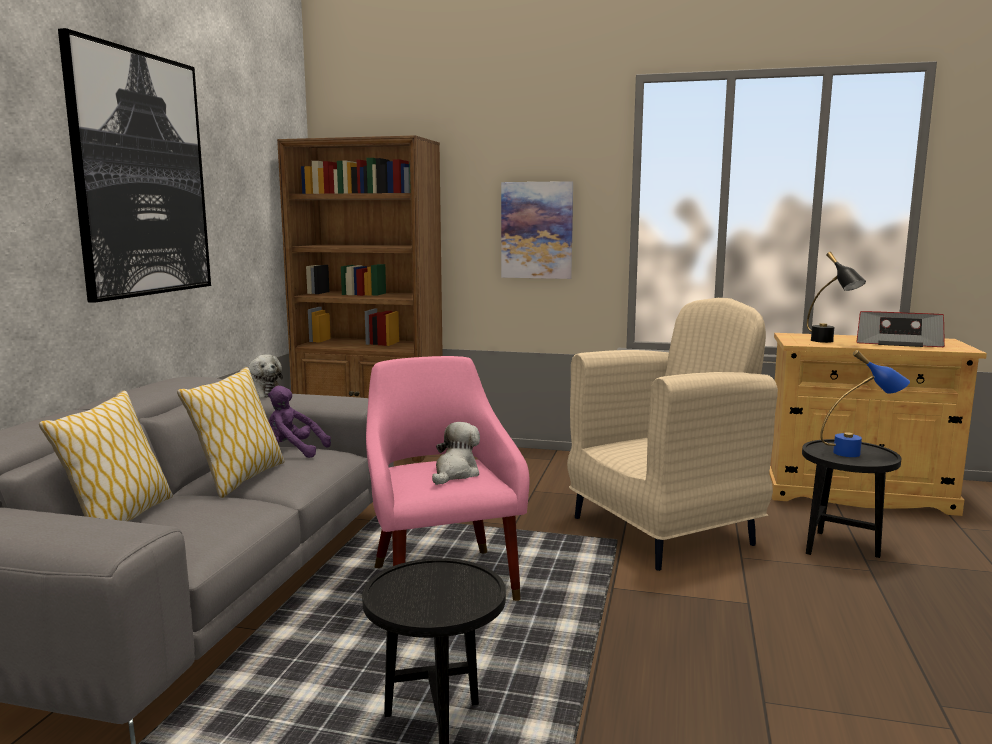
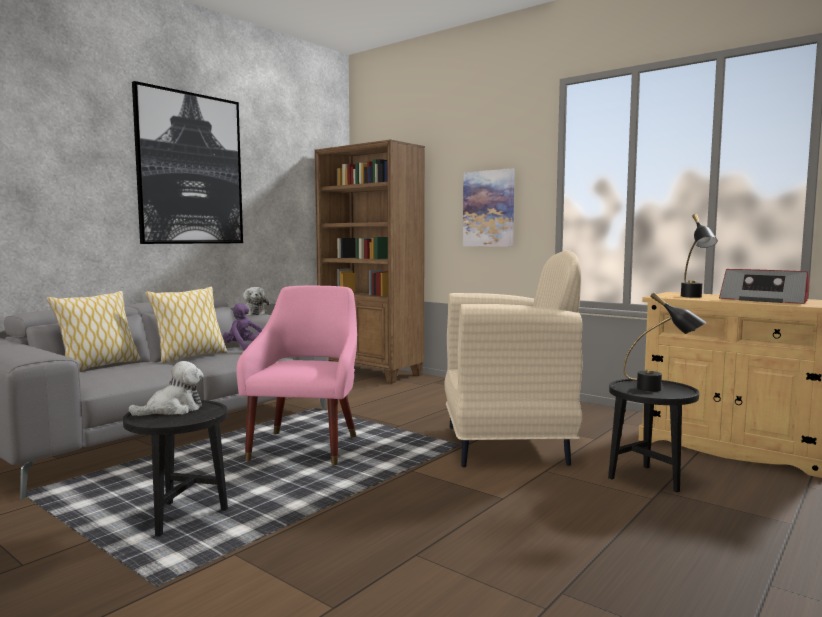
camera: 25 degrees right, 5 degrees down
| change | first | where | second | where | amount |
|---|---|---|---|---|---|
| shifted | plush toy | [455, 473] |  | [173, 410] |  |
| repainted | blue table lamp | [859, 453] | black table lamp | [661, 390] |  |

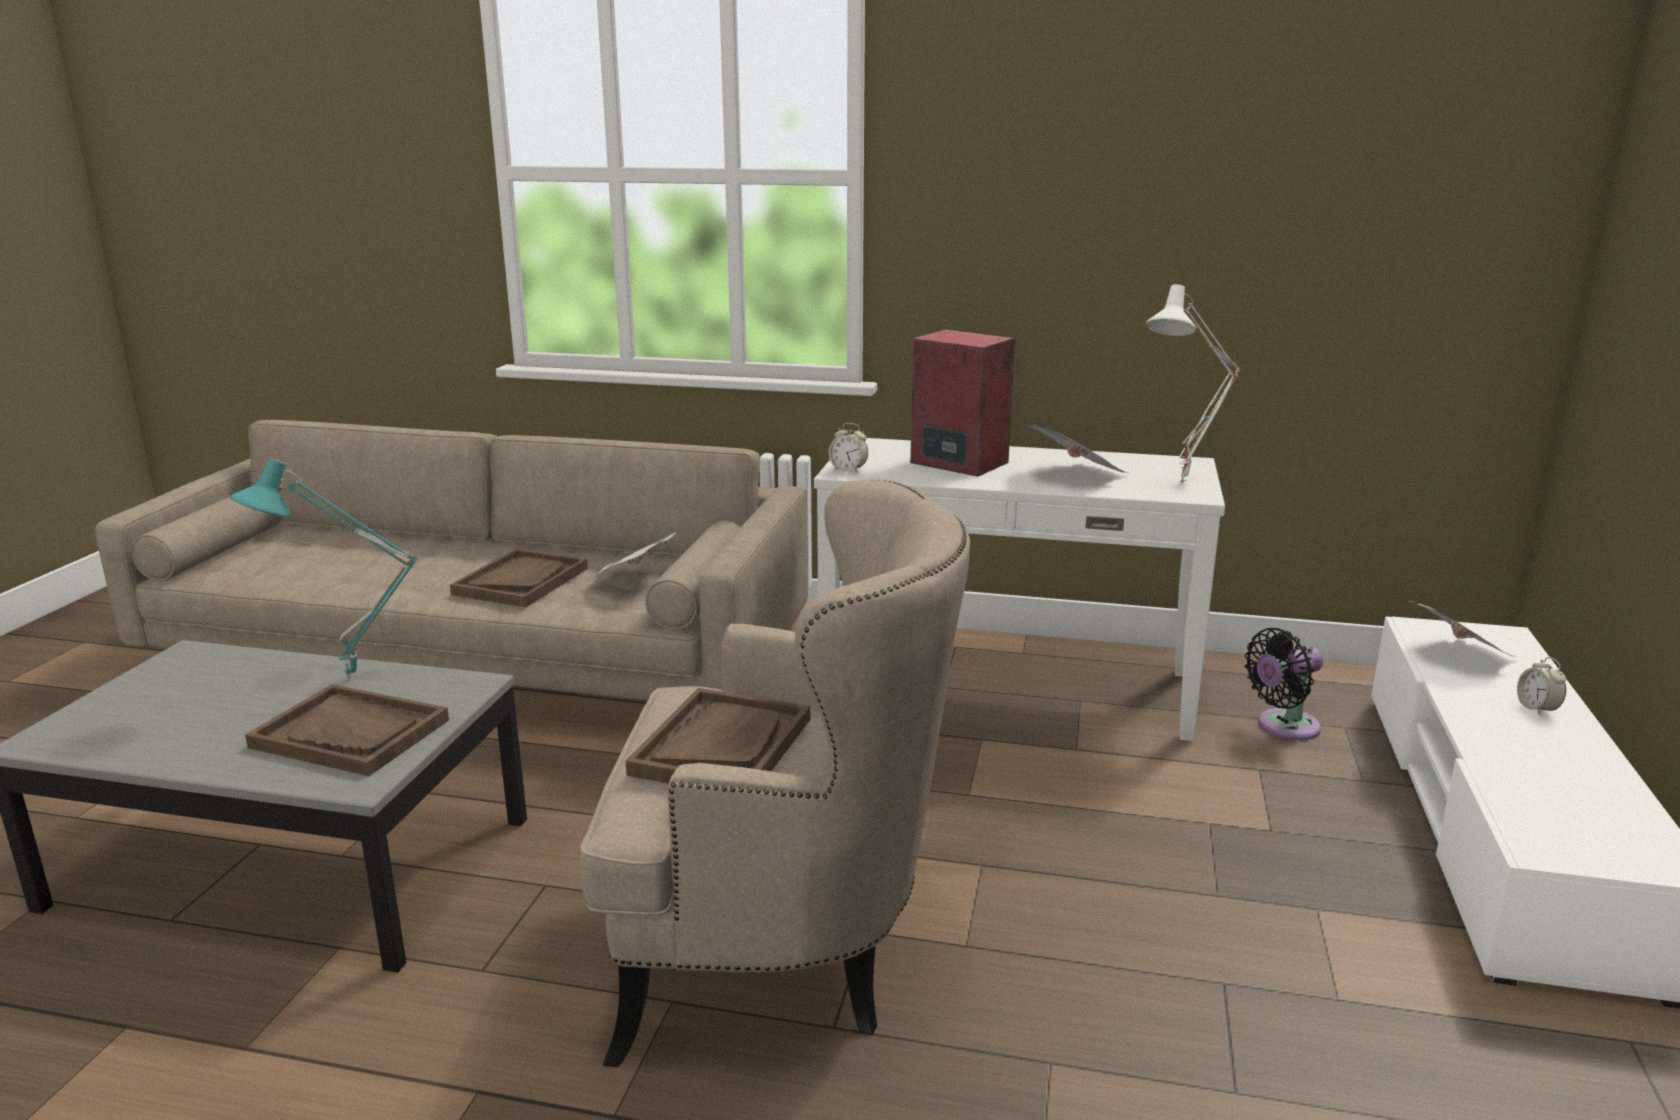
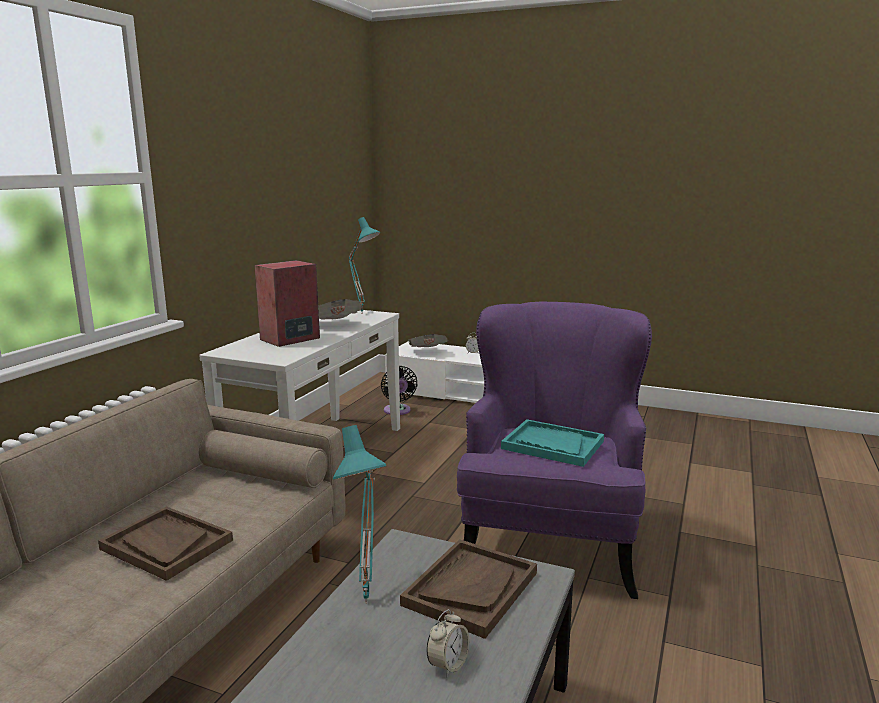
camera: 80 degrees left, 5 degrees down
| change | first | where | second | where | amount |
|---|---|---|---|---|---|
| repainted | white table lamp | [1186, 482] | turquoise table lamp | [363, 313] |  |
| shifted | alarm clock | [848, 470] |  | [448, 665] |  |
| repainted | beige armchair | [782, 952] | purple armchair | [549, 544] |  |
| repainted | brown tray | [722, 746] | turquoise tray | [552, 445] |  |
| gone | newspaper | [633, 580] |  |  |  |

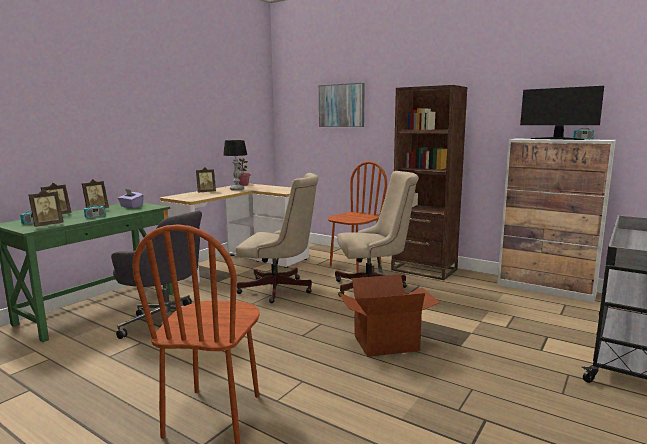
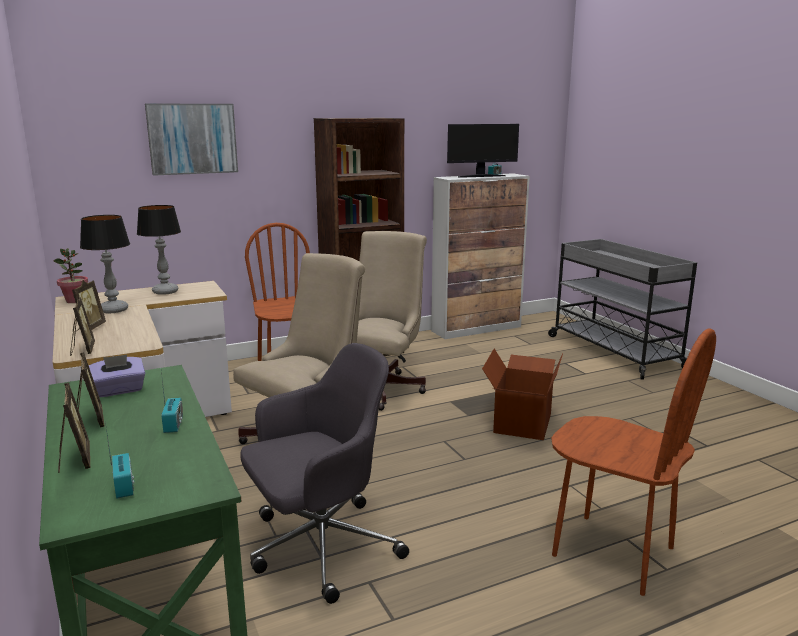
camera: 60 degrees left, 5 degrees up
| change | first | where | second | where | amount |
|---|---|---|---|---|---|
| shifted | picture frame | [47, 225] |  | [83, 350] |  |
| new |  |  | table lamp | [166, 292] |  |

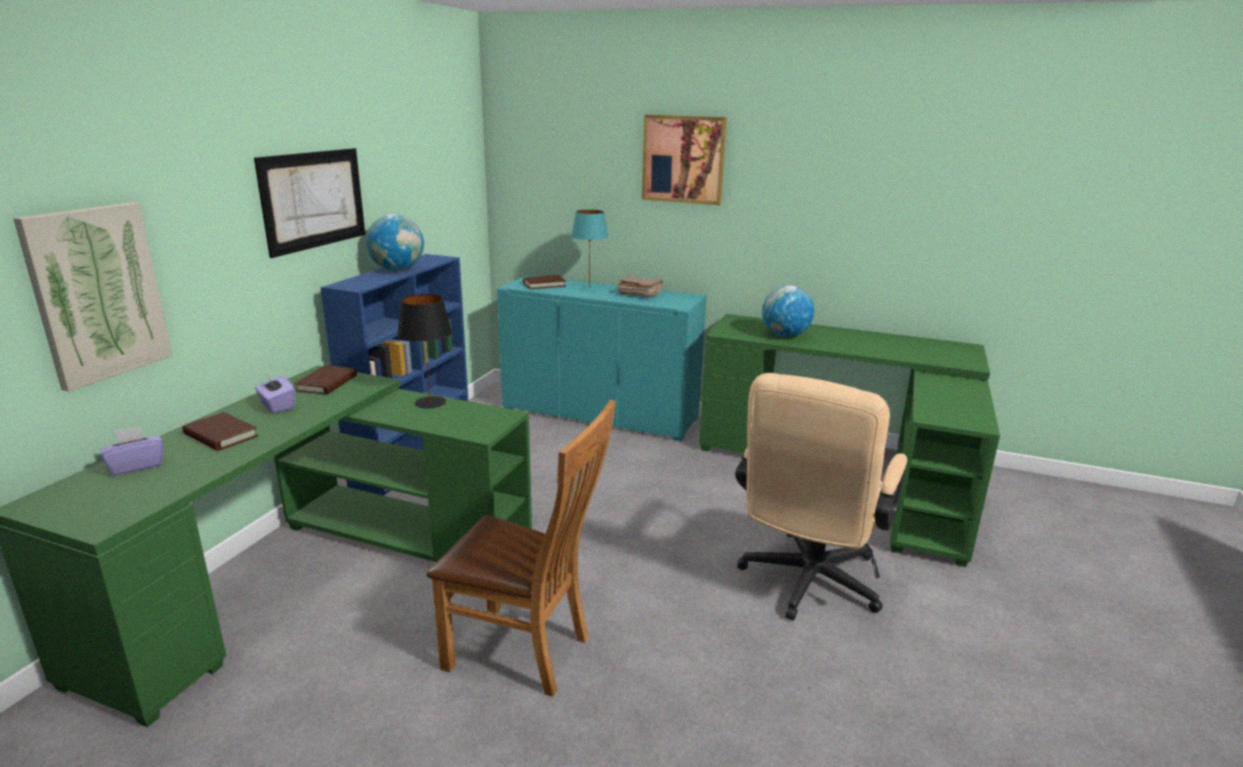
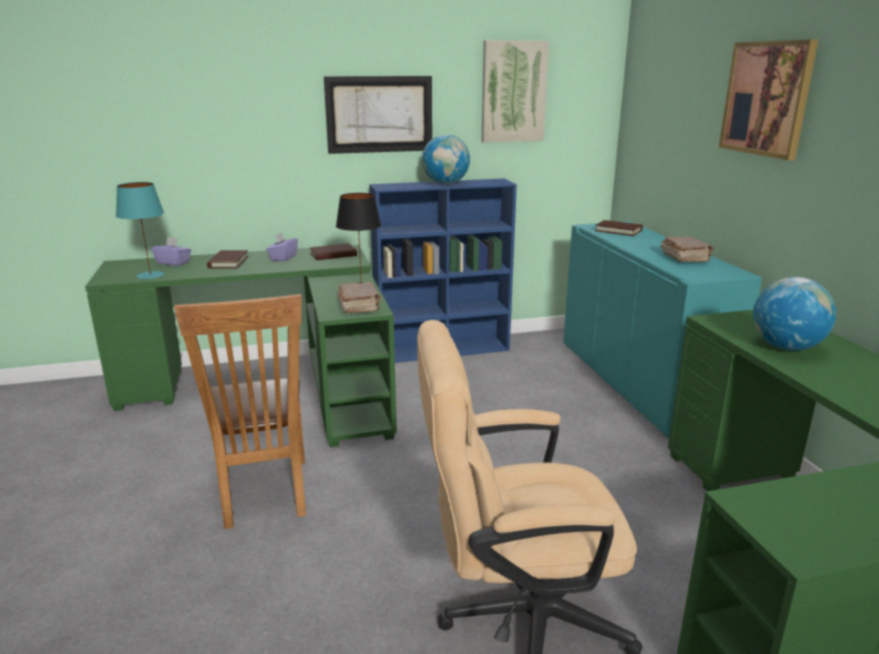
camera: 55 degrees right, 0 degrees up
| change | first | where | second | where | amount |
|---|---|---|---|---|---|
| shifted | turquoise table lamp | [589, 288] |  | [150, 275] |  |
| new |  |  | brown book | [359, 306] |  |
| shifted | picture | [97, 293] |  | [513, 92] |  |

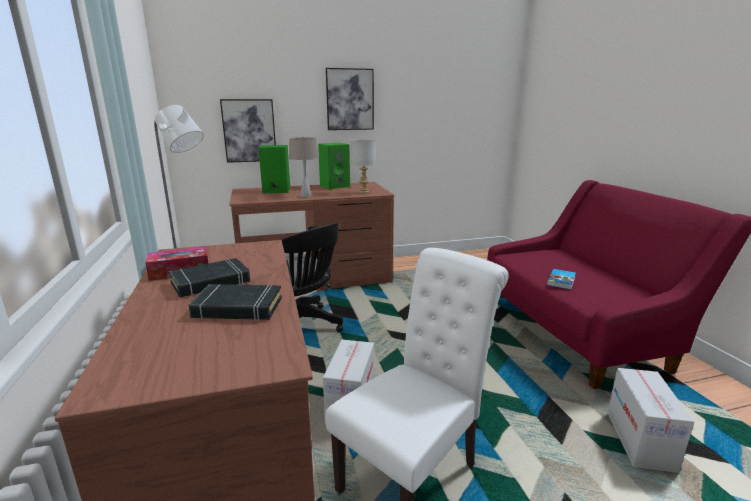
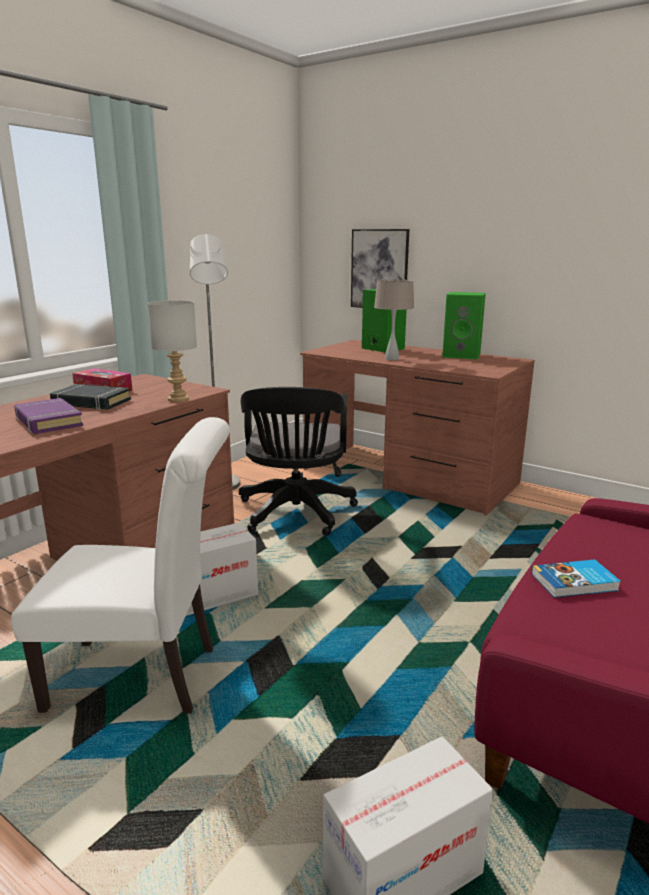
camera: 50 degrees right, 0 degrees up
| change | first | where | second | where | amount |
|---|---|---|---|---|---|
| repainted | black book | [238, 308] | purple book | [48, 421] |  |
| shifted | grey table lamp | [364, 192] |  | [178, 399] |  |
| gone | picture | [350, 99] |  |  |  |

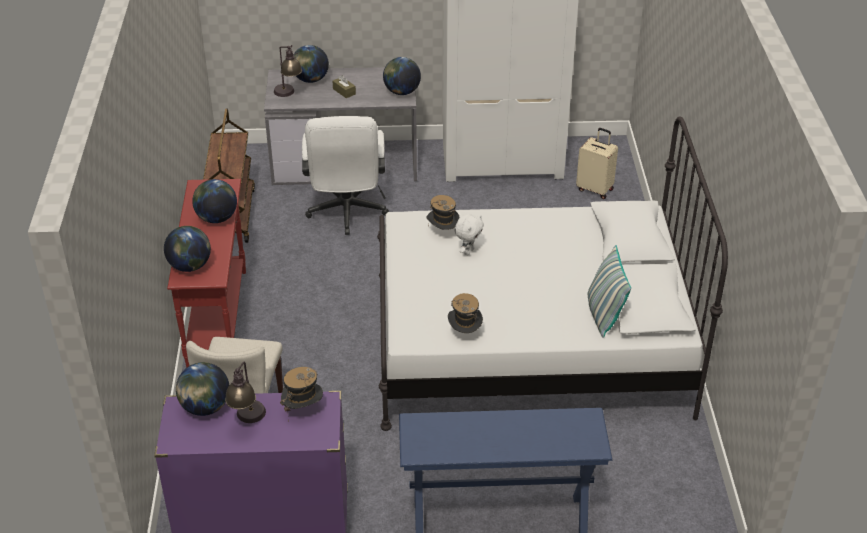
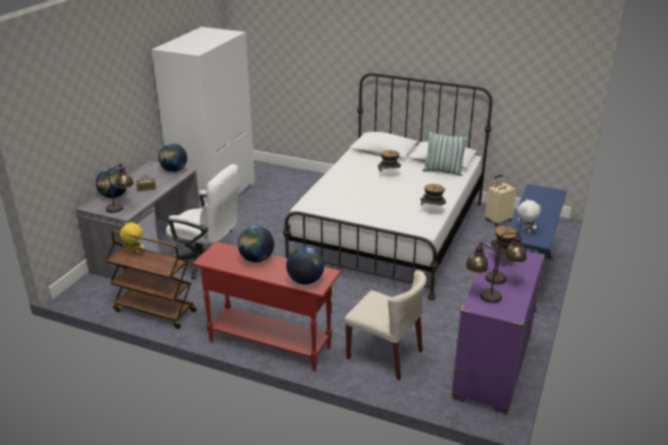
camera: 65 degrees left, 10 degrees down
| change | first | where | second | where | amount |
|---|---|---|---|---|---|
| new |  |  | yellow plush toy | [134, 252] |  |
| shifted | hat | [442, 232] |  | [389, 175] |  |
| swapped | globe | [205, 407] | table lamp | [482, 295] |  |
| shifted | beige suitcase | [595, 189] |  | [497, 220] |  |
| shifted | white plush toy | [468, 251] |  | [525, 230] |  |

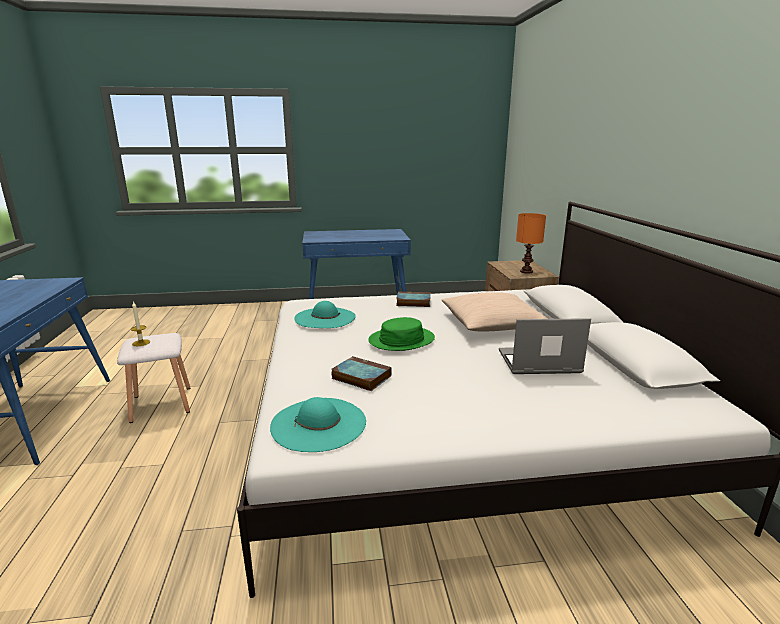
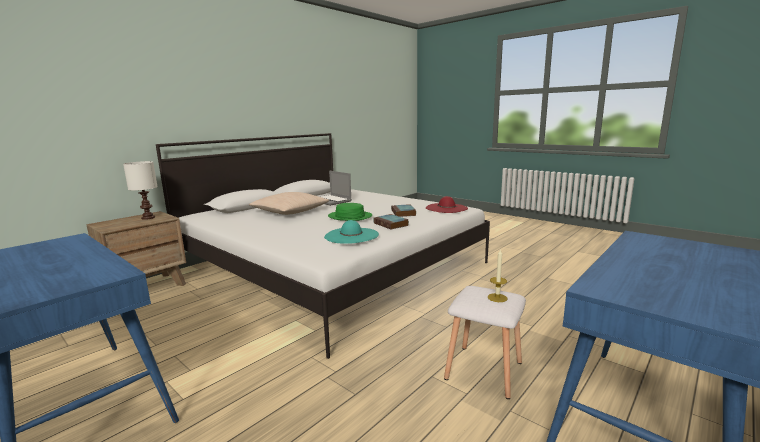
camera: 130 degrees left, 5 degrees down
| change | first | where | second | where | amount |
|---|---|---|---|---|---|
| repainted | orange table lamp | [526, 272] | white table lamp | [149, 218] |  |
| shifted | book | [412, 302] |  | [391, 224] |  |
| repainted | turquoise hat | [318, 423] | red hat | [446, 208] |  |

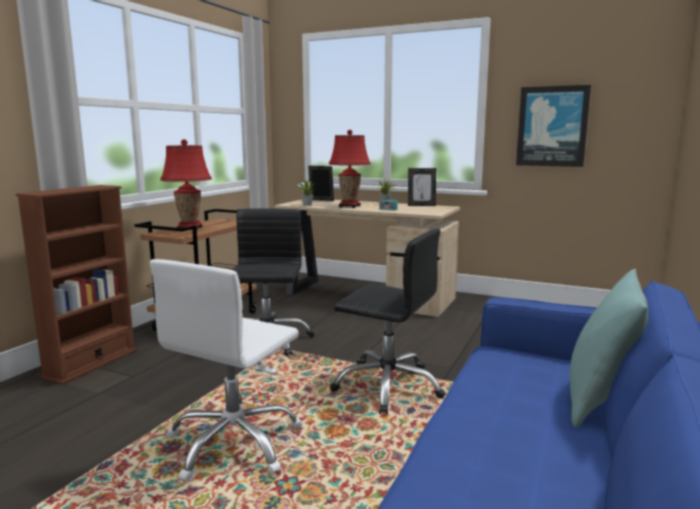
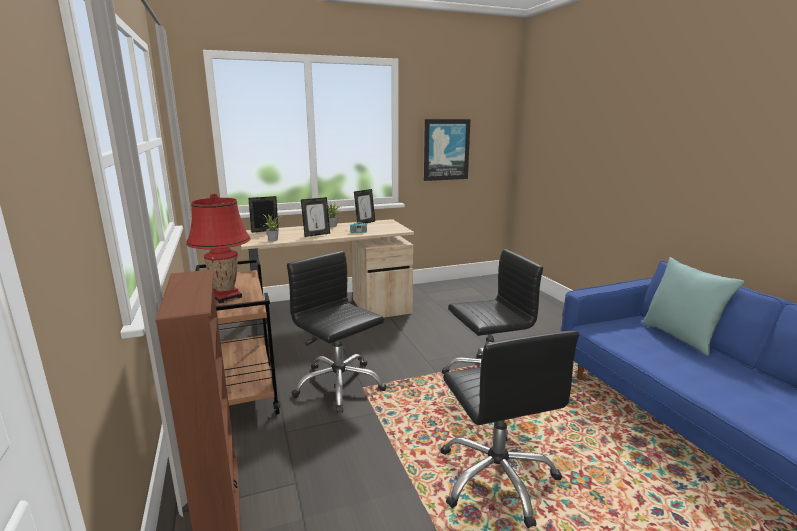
camera: 45 degrees left, 5 degrees up
| change | first | where | second | where | amount |
|---|---|---|---|---|---|
| swapped | red table lamp | [349, 206] | picture frame | [316, 234] |  |
| repainted | white office chair | [234, 443] | black office chair | [497, 478] |  |

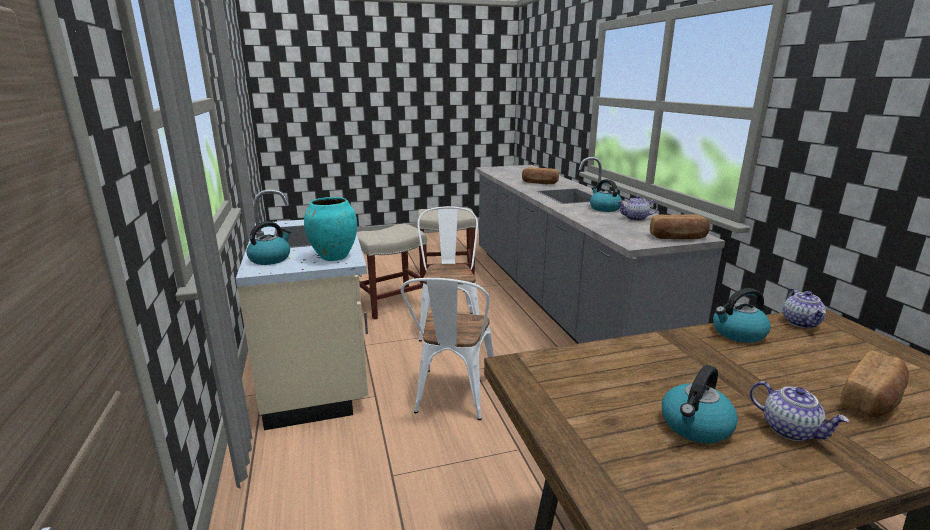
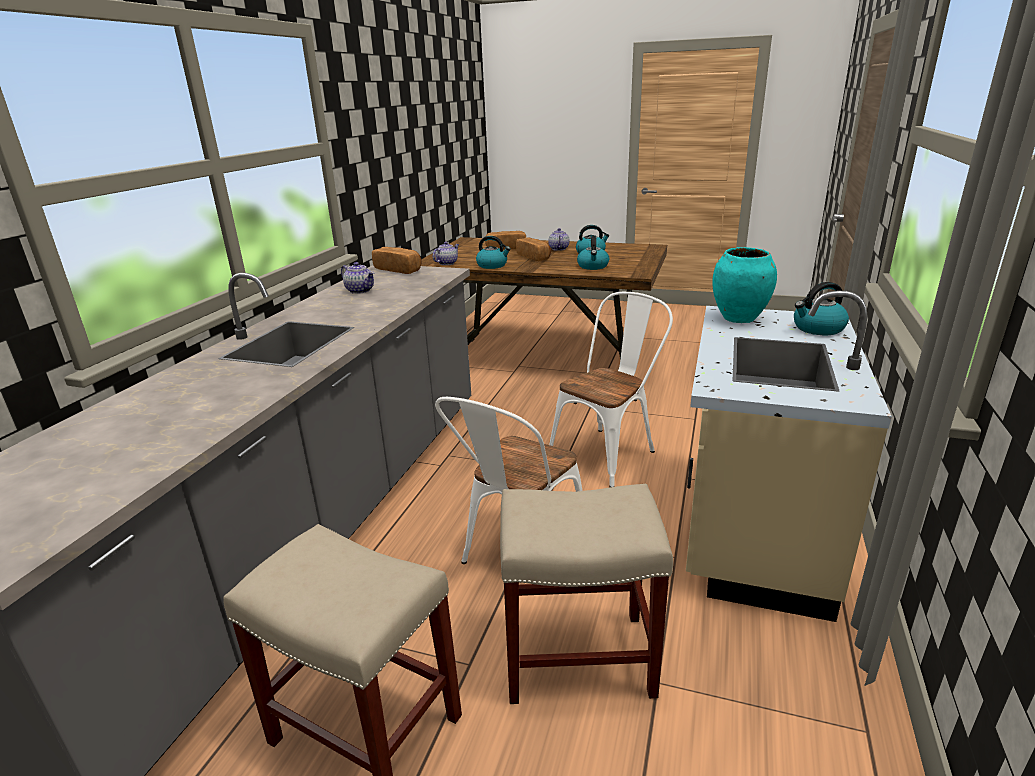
camera: 145 degrees left, 5 degrees up
| change | first | where | second | where | amount |
|---|---|---|---|---|---|
| shifted | bread | [539, 183] |  | [534, 257] |  |
| shifted | kettle | [604, 208] |  | [593, 266] |  |

